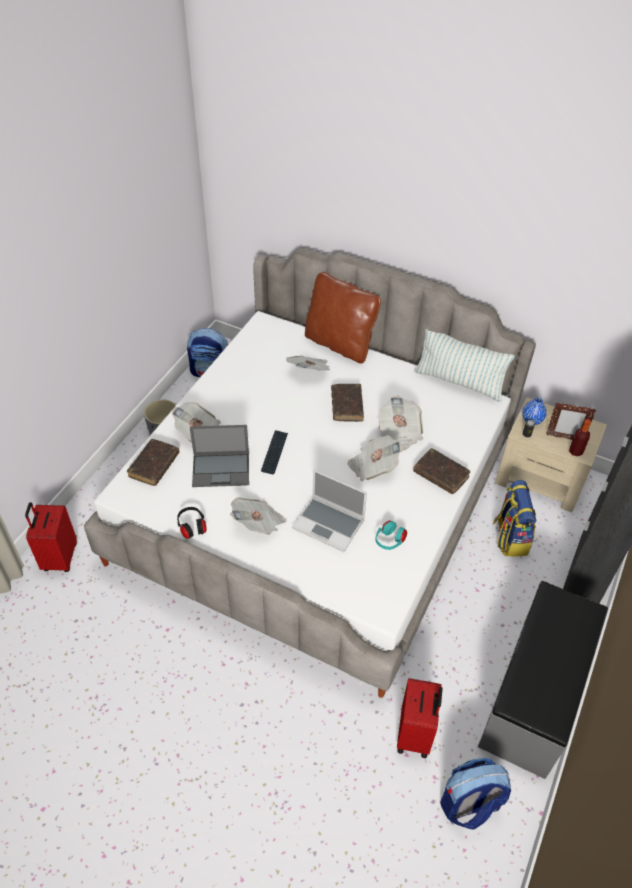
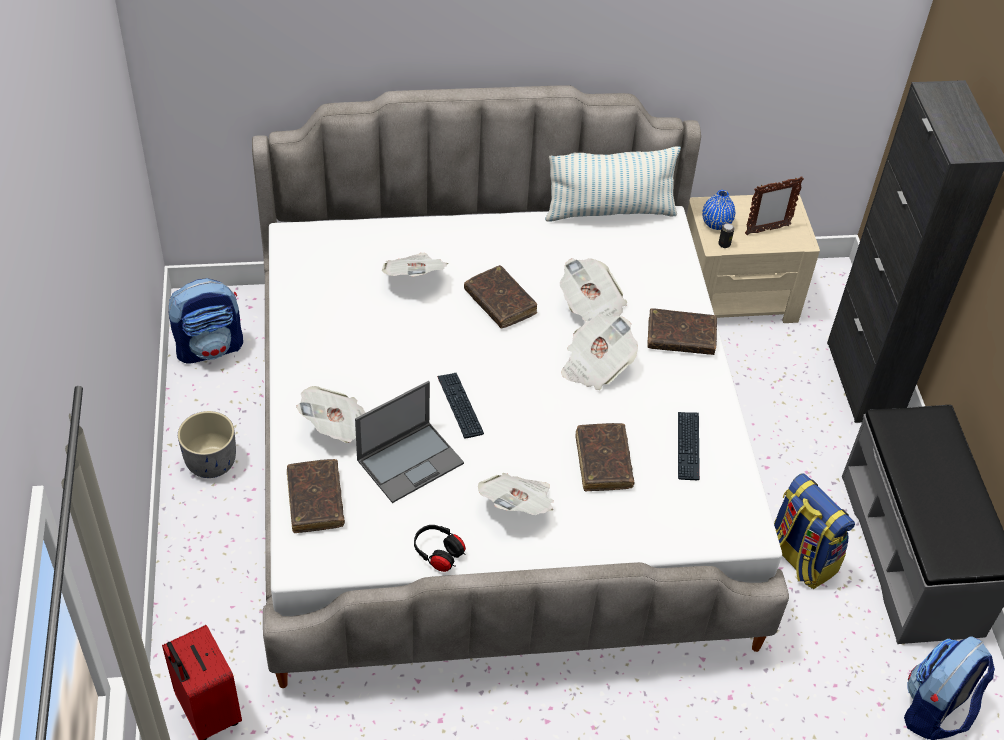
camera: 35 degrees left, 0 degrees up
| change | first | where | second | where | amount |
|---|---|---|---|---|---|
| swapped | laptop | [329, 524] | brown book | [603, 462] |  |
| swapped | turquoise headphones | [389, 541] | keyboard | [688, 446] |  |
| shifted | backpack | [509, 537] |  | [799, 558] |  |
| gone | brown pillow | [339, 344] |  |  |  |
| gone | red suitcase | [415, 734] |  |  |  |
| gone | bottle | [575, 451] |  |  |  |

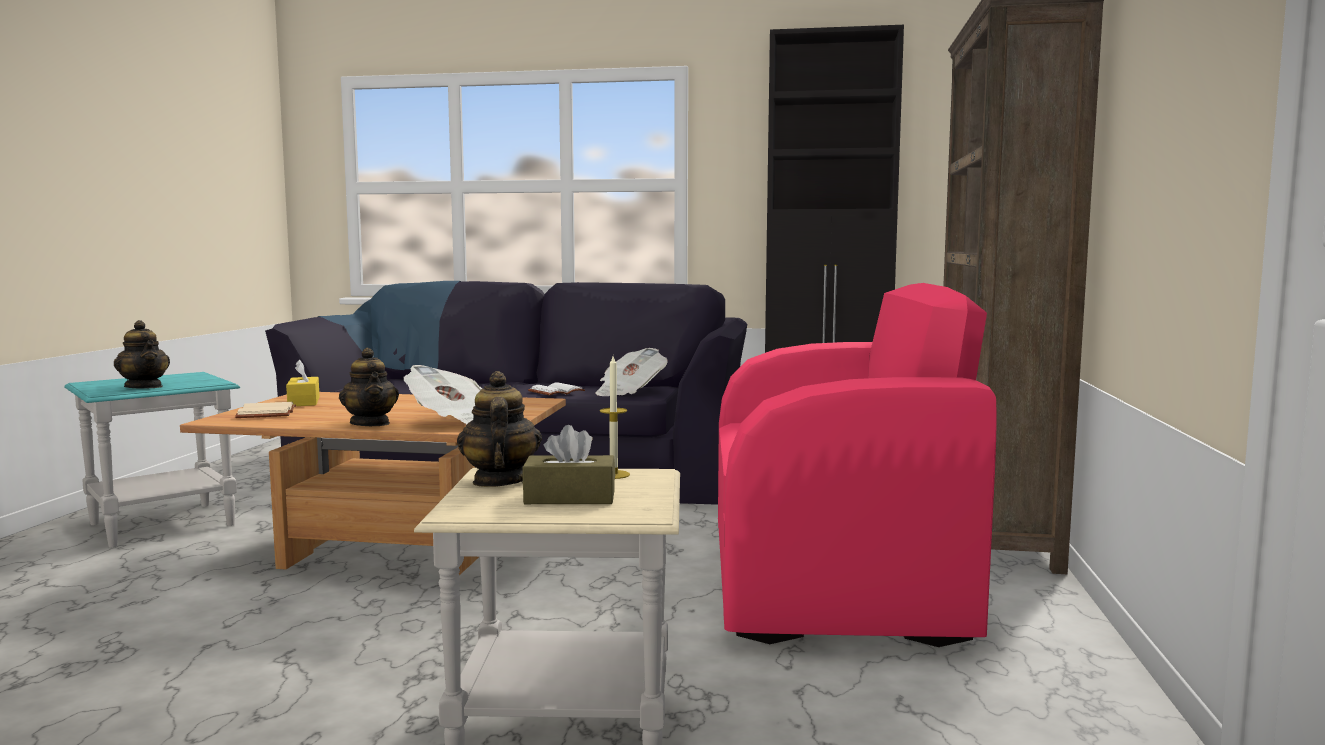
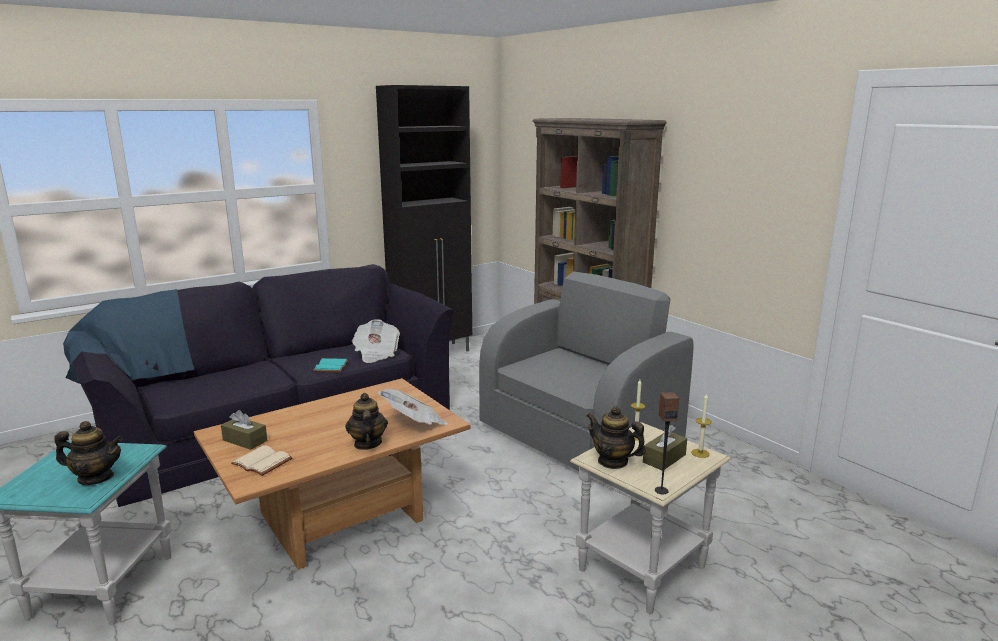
camera: 45 degrees left, 10 degrees up
| change | first | where | second | where | amount |
|---|---|---|---|---|---|
| repainted | yellow tissue box | [304, 402] | brown tissue box | [245, 440] |  |
| repainted | white book | [556, 392] | turquoise book | [330, 366] |  |
| rotated | teapot | [371, 424] |  | [367, 443] | 120 degrees counterclockwise |
| repainted | pink armchair | [832, 580] | grey armchair | [579, 437] |  |
| new |  |  | speaker | [661, 490] |  |
| new |  |  | candle | [700, 453] |  |

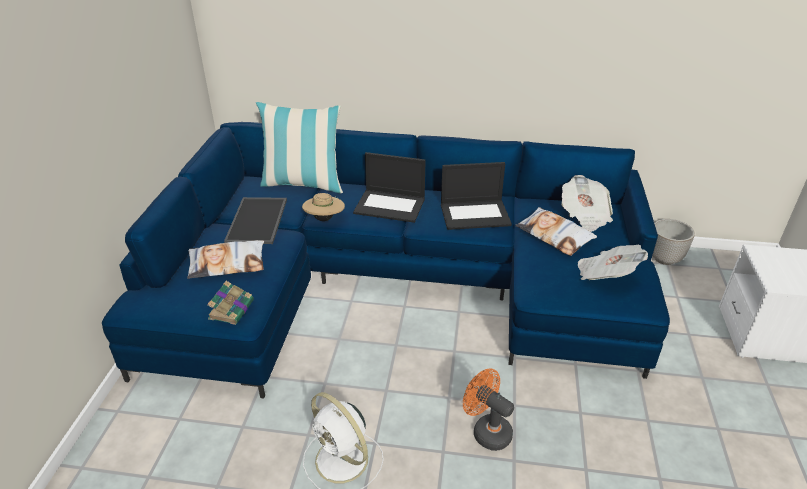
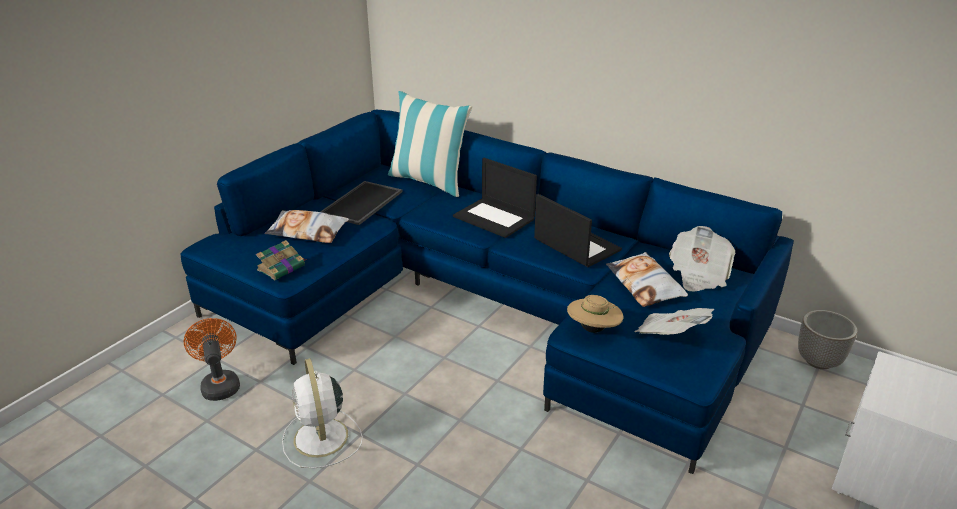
camera: 25 degrees right, 5 degrees down
| change | first | where | second | where | amount |
|---|---|---|---|---|---|
| shifted | orange fan | [486, 431] |  | [220, 384] |  |
| rotated | laptop | [475, 214] |  | [575, 245] | 150 degrees counterclockwise |
| shifted | beige hat | [324, 219] |  | [593, 329] |  |

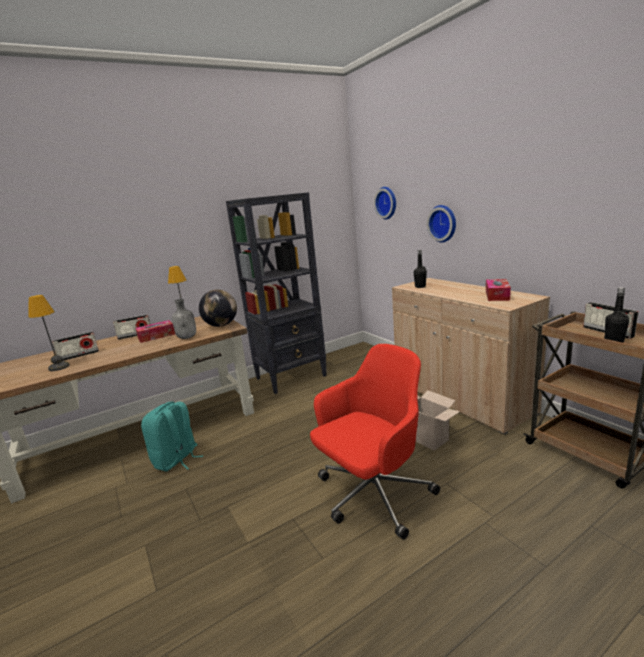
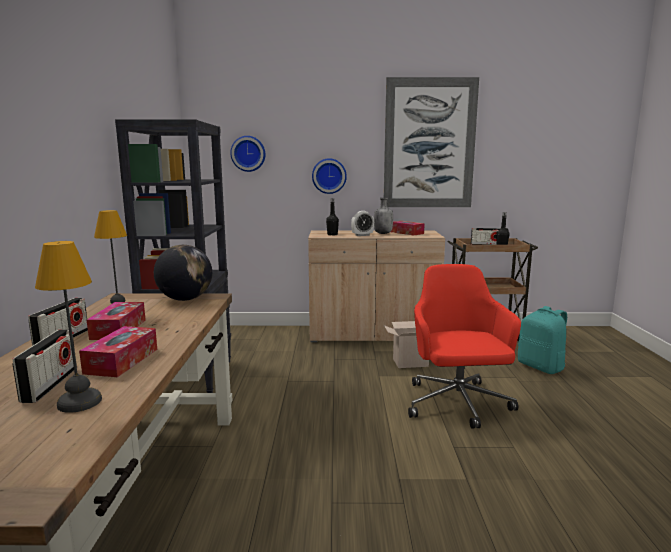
camera: 60 degrees left, 5 degrees down
| change | first | where | second | where | amount |
|---|---|---|---|---|---|
| new |  |  | tissue box | [122, 361] |  |
| new |  |  | alarm clock | [362, 235] |  |
| shifted | grey bottle | [187, 337] |  | [383, 233] |  |
| new |  |  | picture | [429, 144] |  |
| shifted | turquoise backpack | [176, 460] |  | [541, 367] |  |

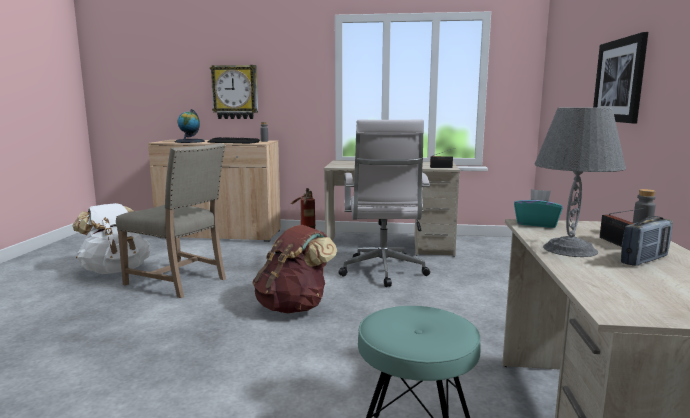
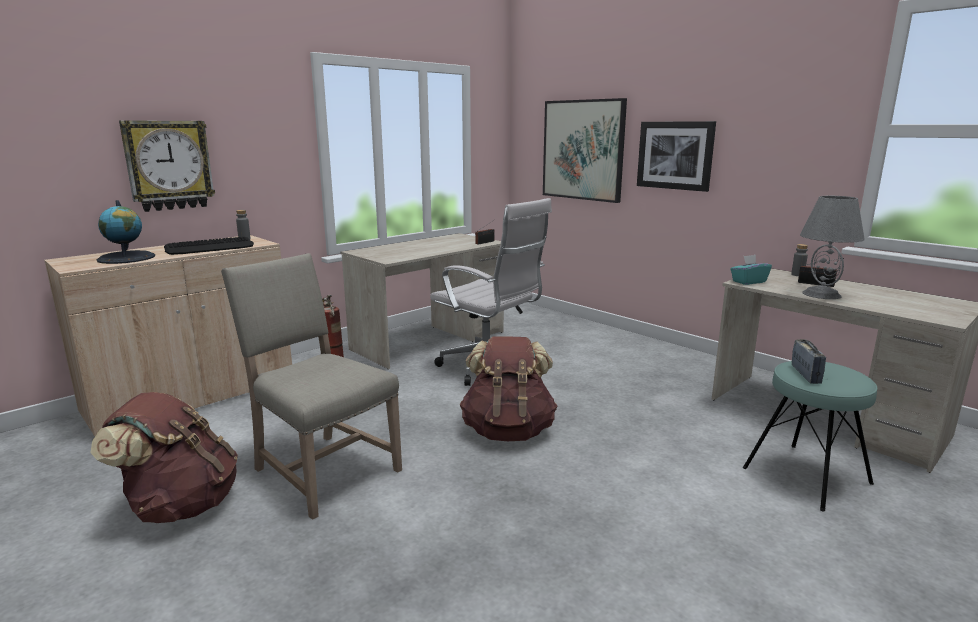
camera: 50 degrees left, 5 degrees up
| change | first | where | second | where | amount |
|---|---|---|---|---|---|
| repainted | white backpack | [115, 270] | brown backpack | [180, 505] |  |
| rotated | beige chair | [179, 281] |  | [322, 469] | 120 degrees counterclockwise |
| new |  |  | picture | [583, 150] |  |
| shifted | radio | [644, 260] |  | [805, 374] |  |

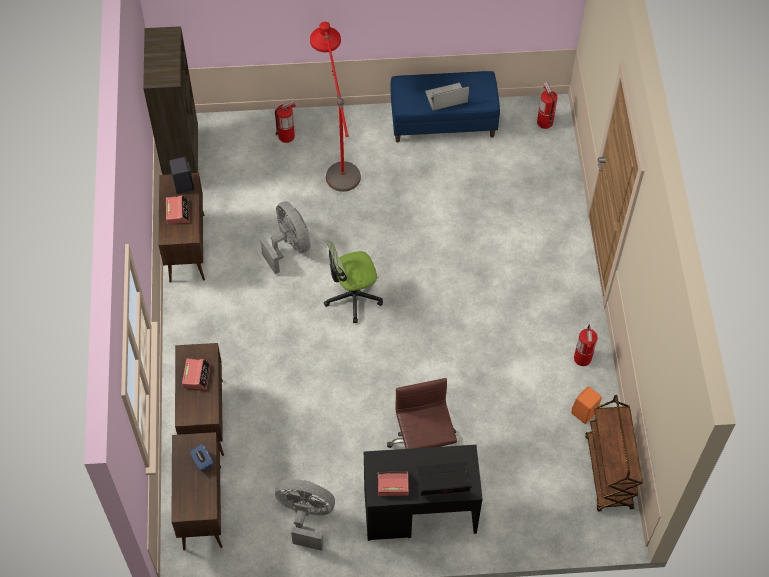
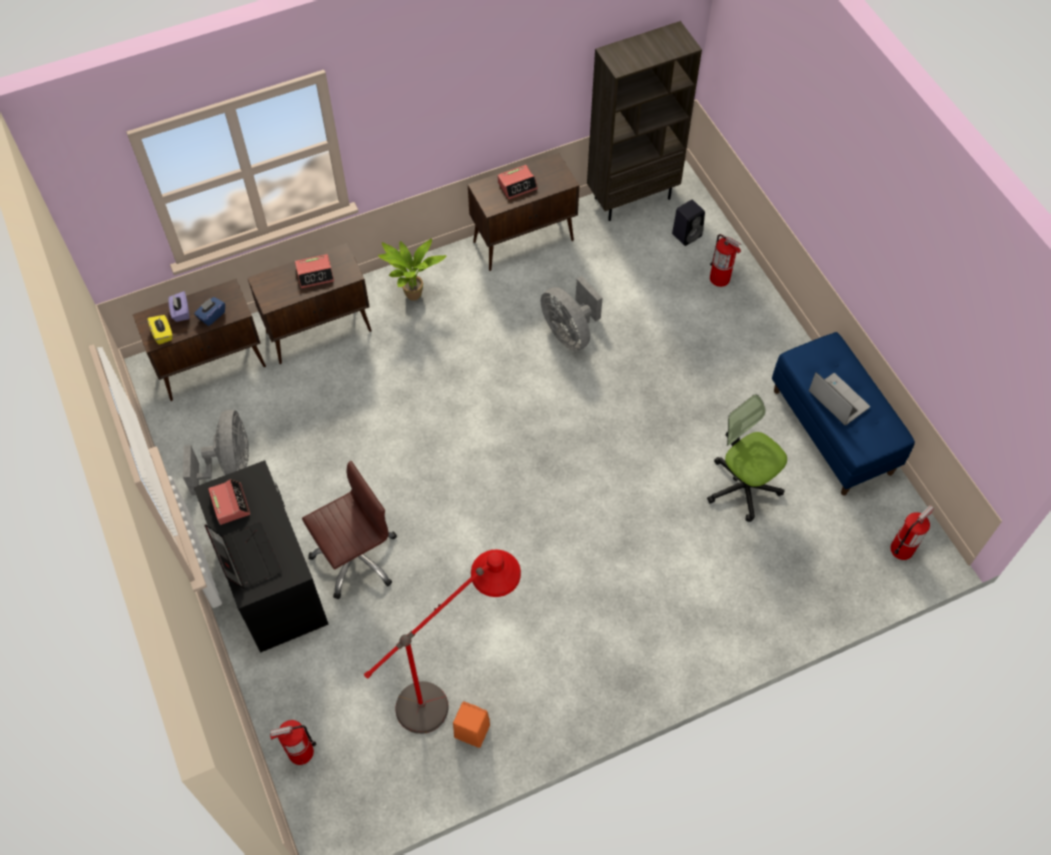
camera: 70 degrees right, 0 degrees up
| change | first | where | second | where | amount |
|---|---|---|---|---|---|
| new |  |  | yellow tissue box | [163, 334] |  |
| new |  |  | purple tissue box | [181, 312] |  |
| shifted | fire extinguisher | [582, 358] |  | [300, 752] |  |
| shifted | red floor lamp | [337, 157] |  | [453, 687] |  |
| new |  |  | potted plant | [414, 298] |  |
| rotated | grey fan | [289, 246] |  | [569, 332] | 105 degrees clockwise |
| shifted | black speaker | [183, 184] |  | [687, 234] |  |
| shifted | office chair | [353, 296] |  | [743, 486] |  |
| gone | brown cart | [609, 473] |  |  |  |

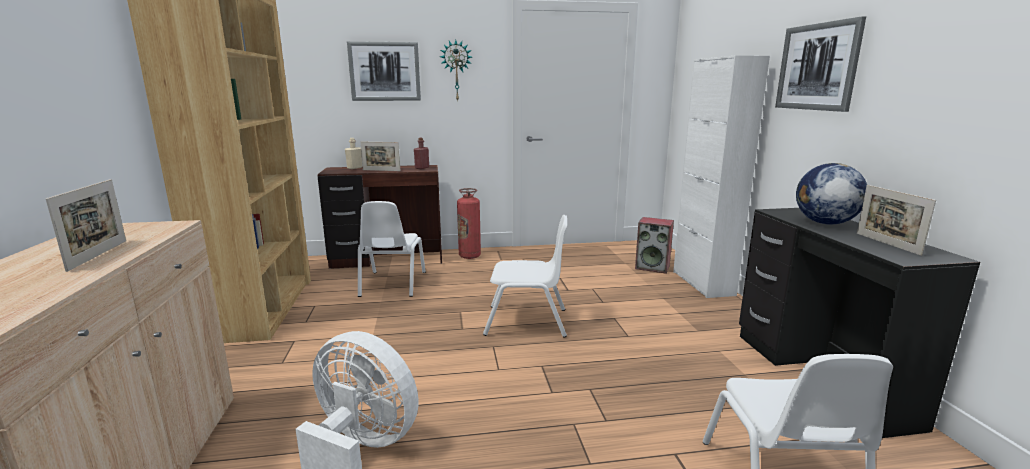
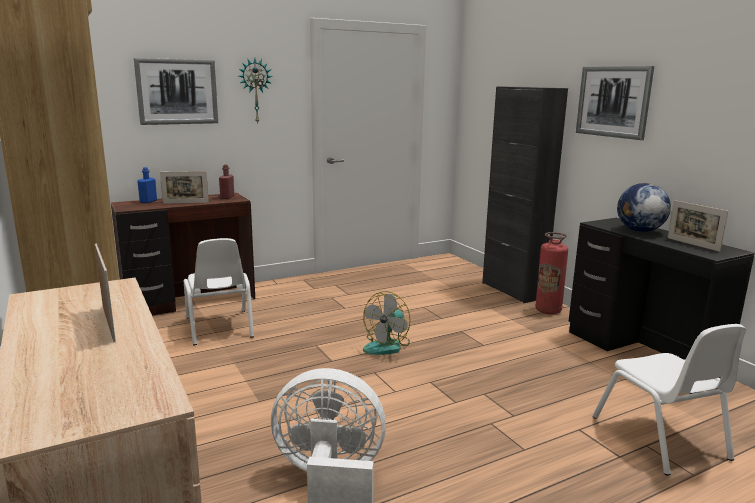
camera: 20 degrees left, 0 degrees up
| change | first | where | second | where | amount |
|---|---|---|---|---|---|
| repainted | beige bottle | [354, 168] | blue bottle | [148, 201] |  |
| swapped | white chair | [527, 322] | fan | [387, 345] |  |
| repainted | white cabinet | [703, 283] | black cabinet | [513, 290] |  |
| shifted | fire extinguisher | [469, 256] |  | [548, 310] |  |
| gone | speaker | [653, 267] |  |  |  |

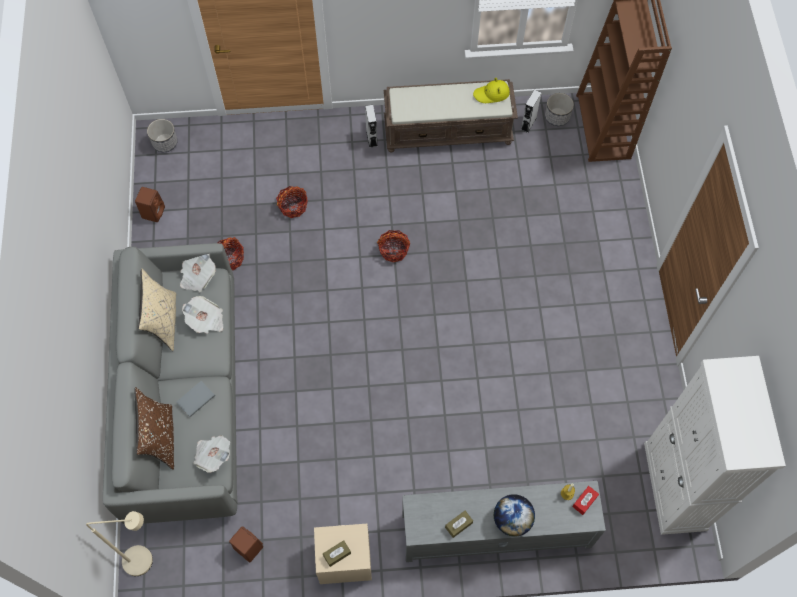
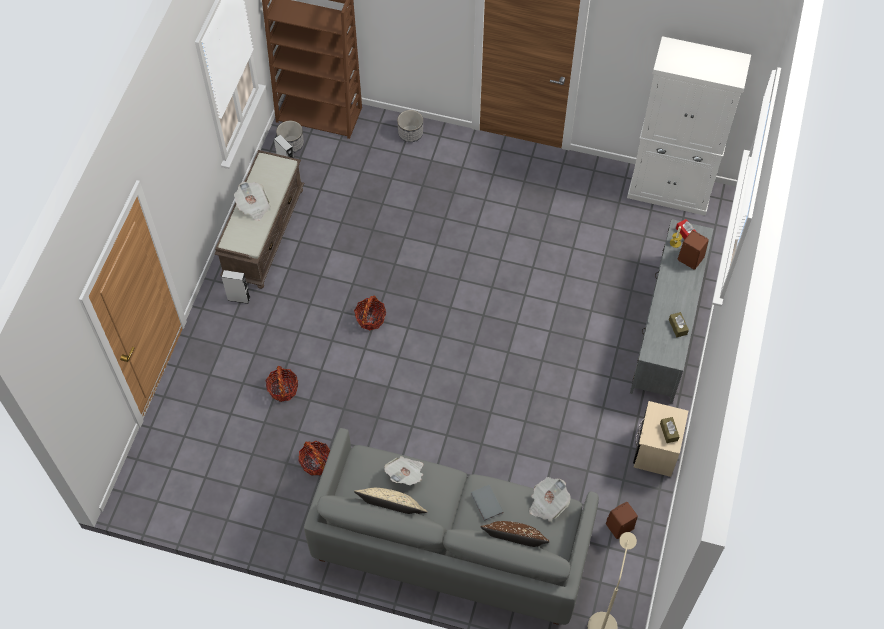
camera: 70 degrees left, 5 degrees down
| change | first | where | second | where | amount |
|---|---|---|---|---|---|
| shifted | newspaper | [197, 276] |  | [253, 206] |  |
| shifted | planter | [165, 142] |  | [410, 133] |  |
| shifted | brown speaker | [153, 212] |  | [689, 258] |  |
| gone | yellow hat | [491, 94] |  |  |  |
| gone | globe | [512, 520] |  |  |  |

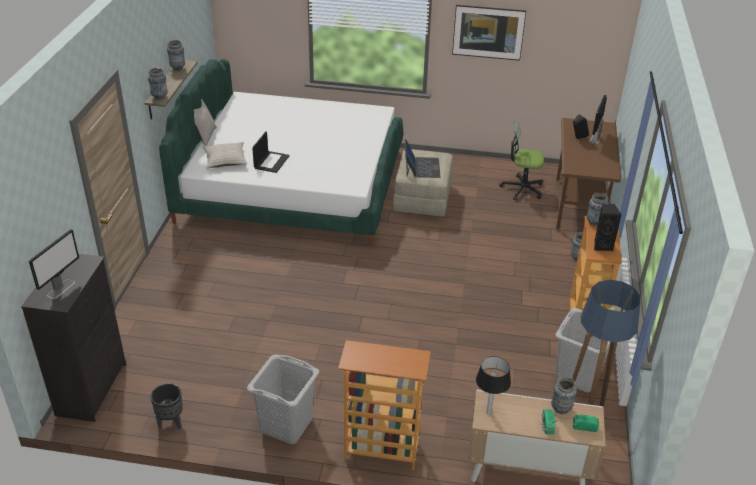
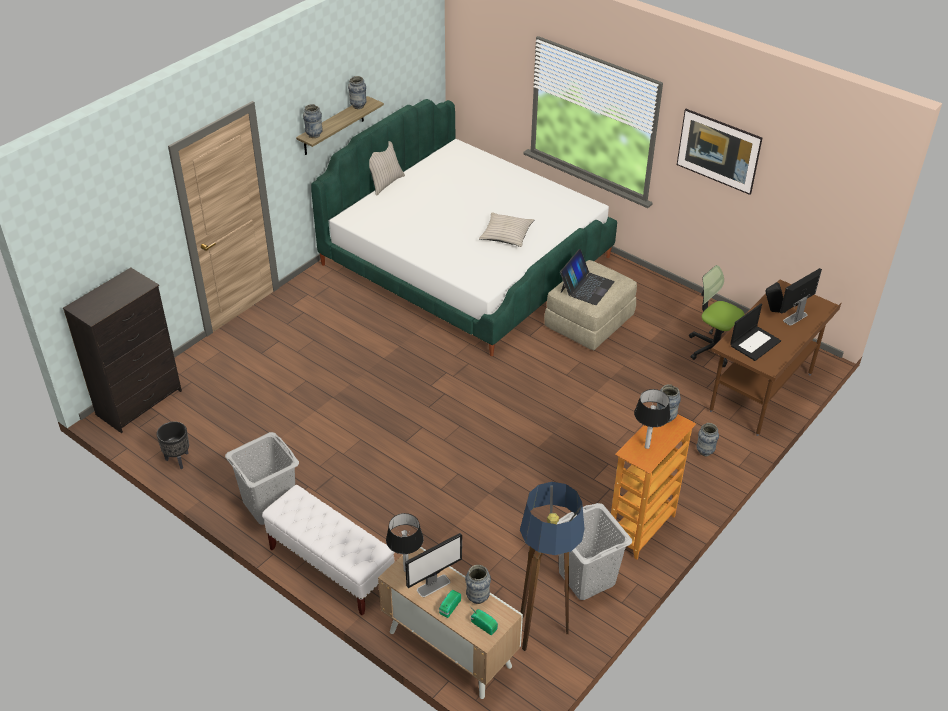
camera: 30 degrees right, 5 degrees up
| change | first | where | second | where | amount |
|---|---|---|---|---|---|
| swapped | bookcase | [381, 452] | white bench | [331, 567] |  |
| shifted | monitor | [61, 288] |  | [434, 585] |  |
| shifted | beige pillow | [225, 160] |  | [506, 235] |  |
| swapped | black speaker | [602, 245] | table lamp | [647, 446] |  |
| shifted | laptop | [271, 162] |  | [755, 343] |  |

